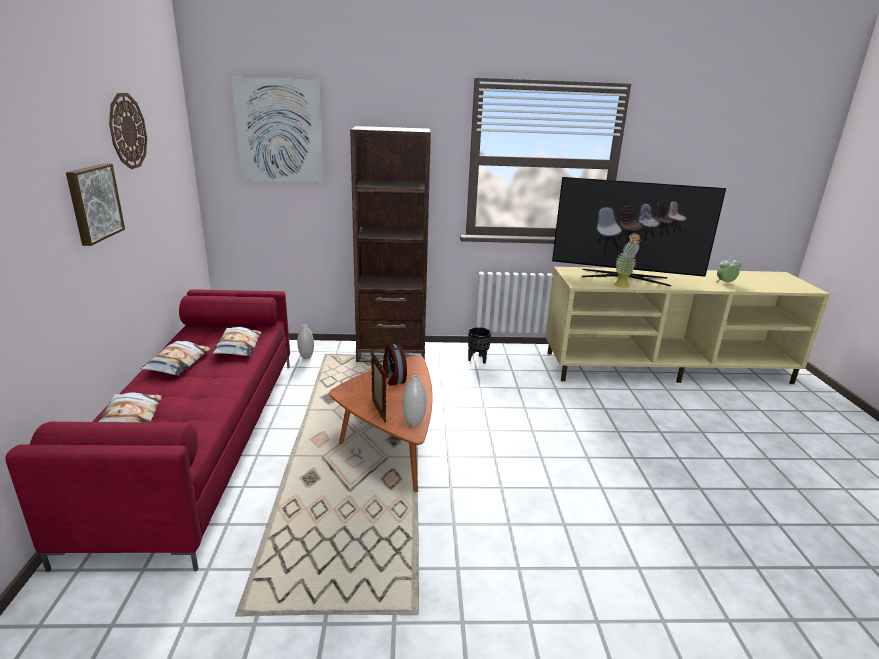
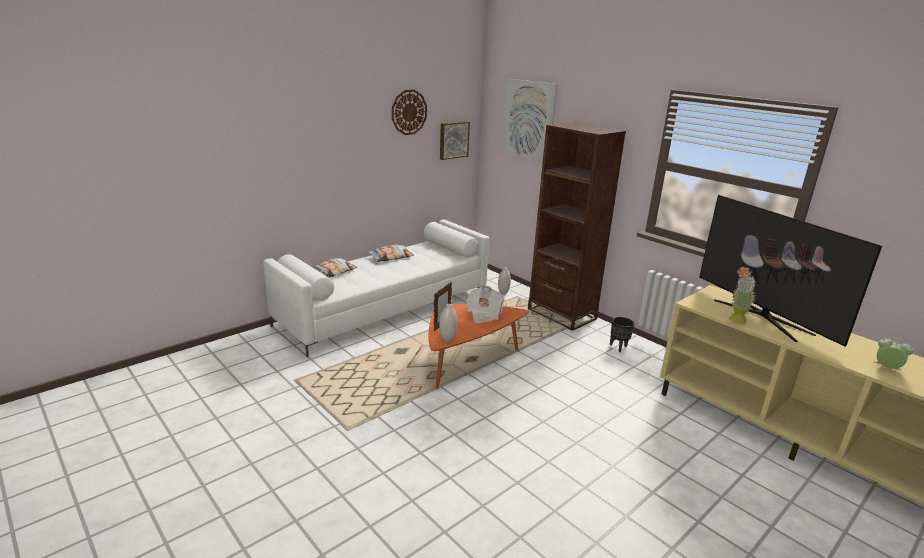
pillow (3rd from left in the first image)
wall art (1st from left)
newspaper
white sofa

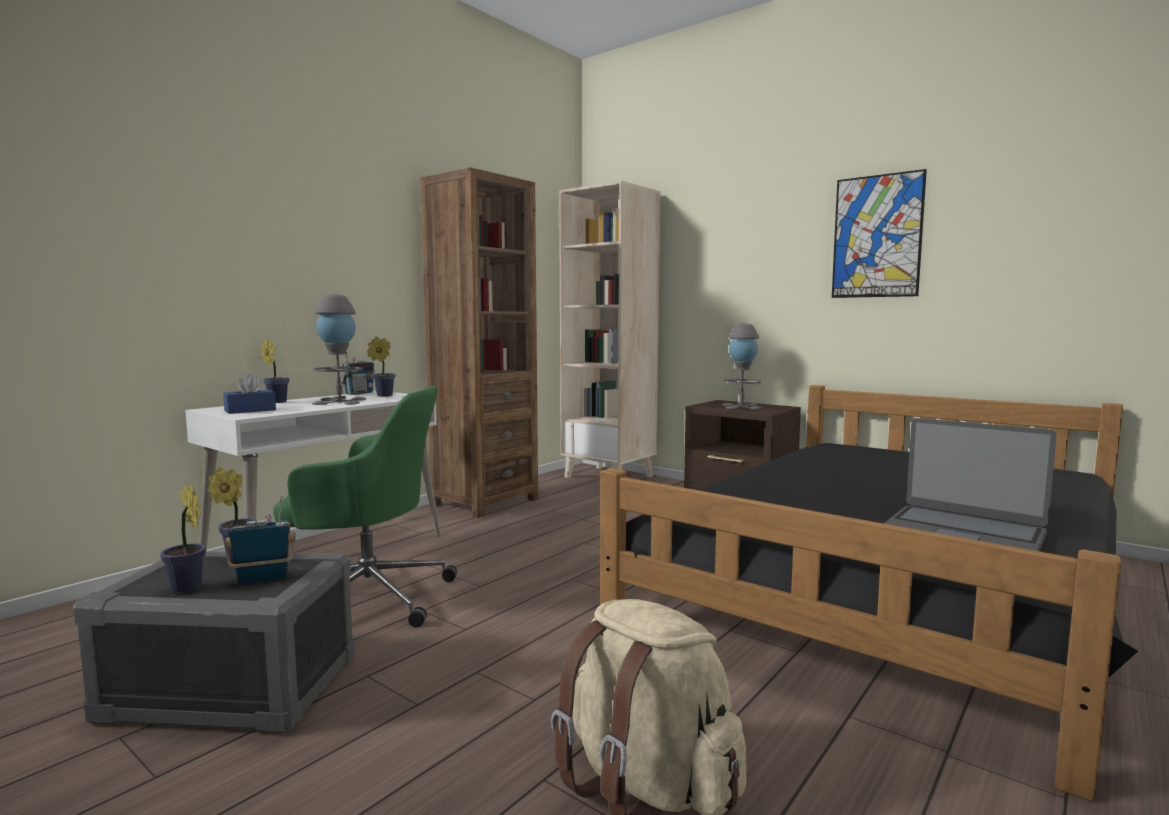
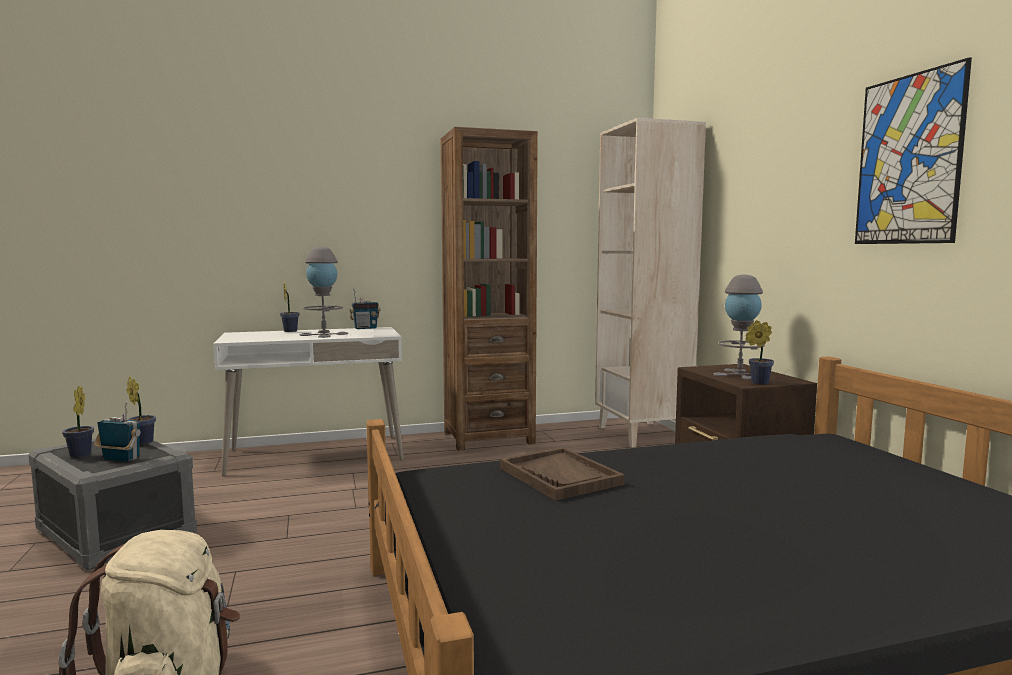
bluish tissue holder
green desk chair
laptop
brown-coloured carrying tray
plant in a pot (4th from left)

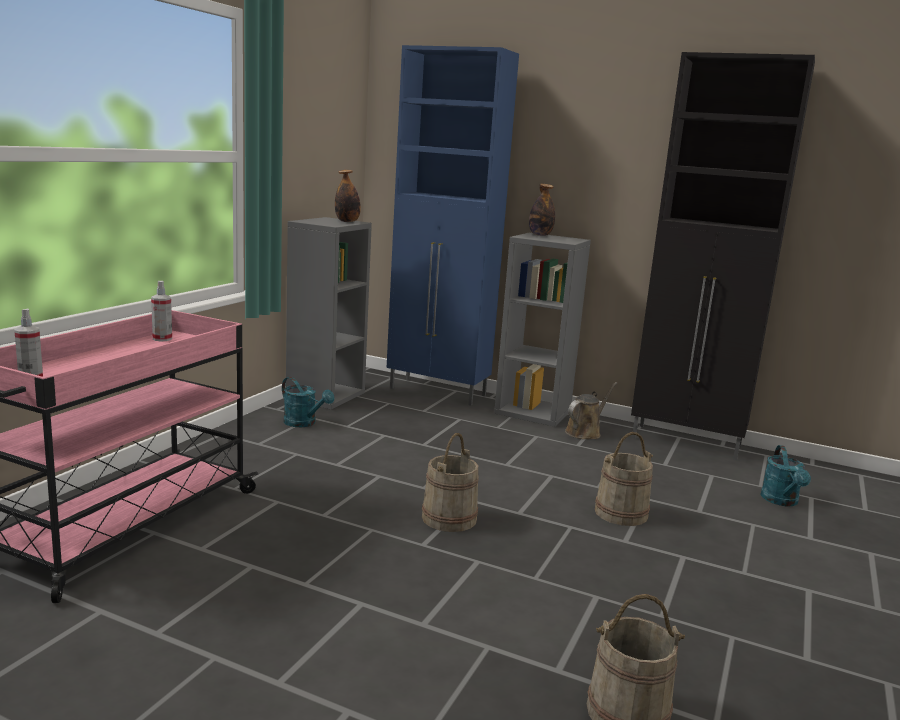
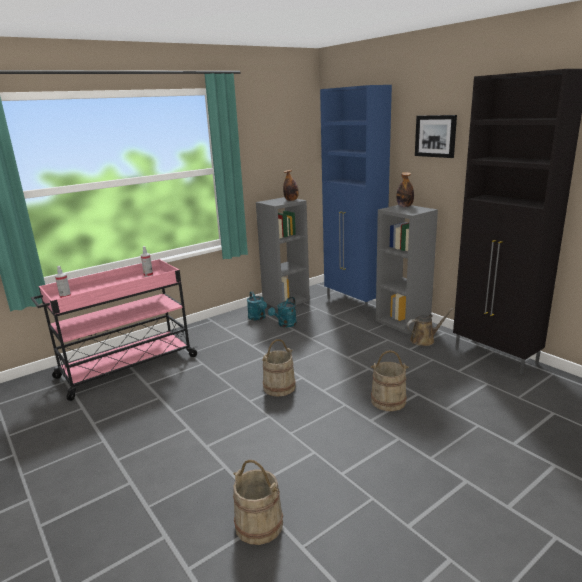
wall art
blue-green watering can (2nd from left)

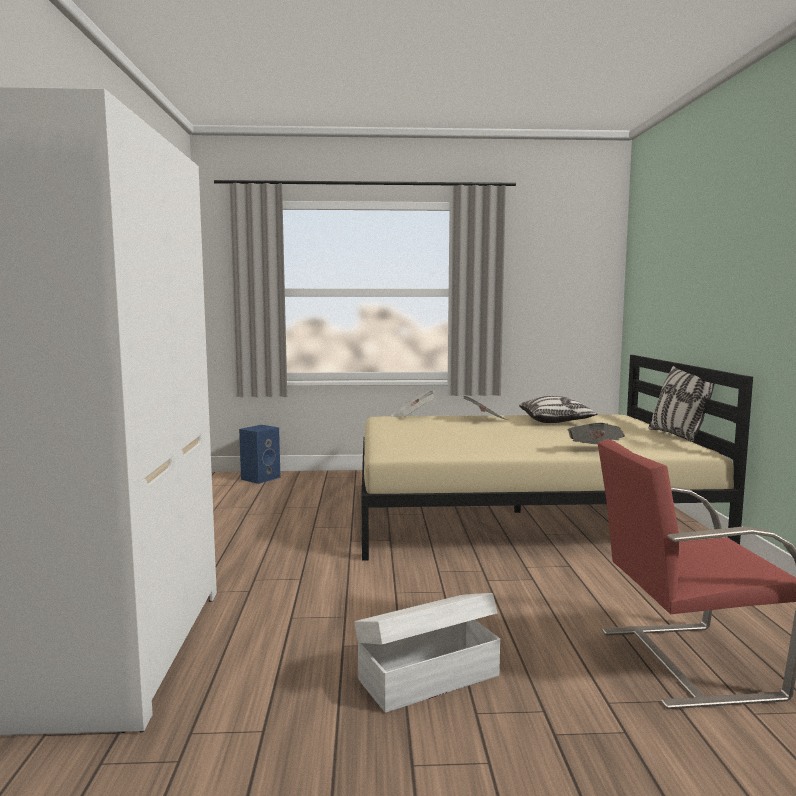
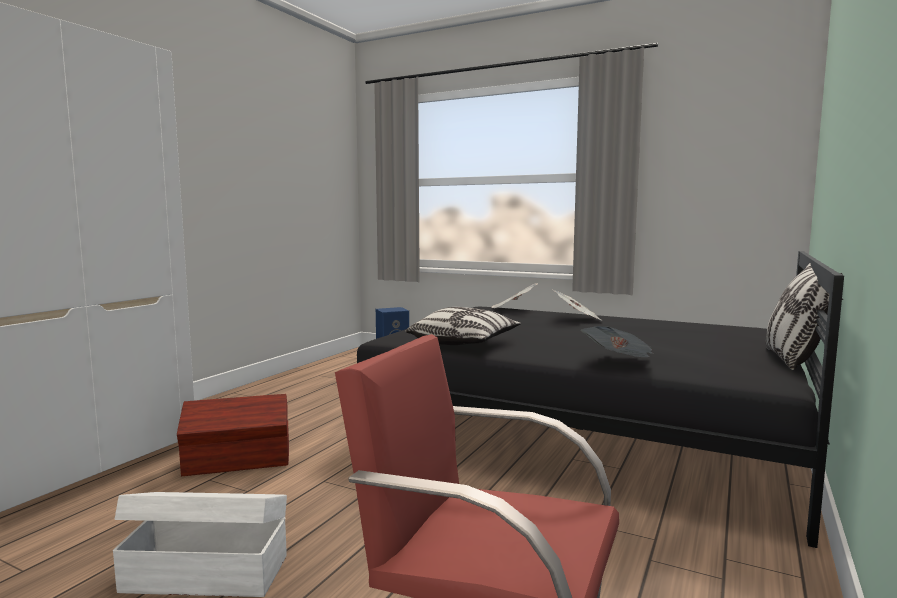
brown-coloured storage bin
pillow (1st from left)
blackish bed

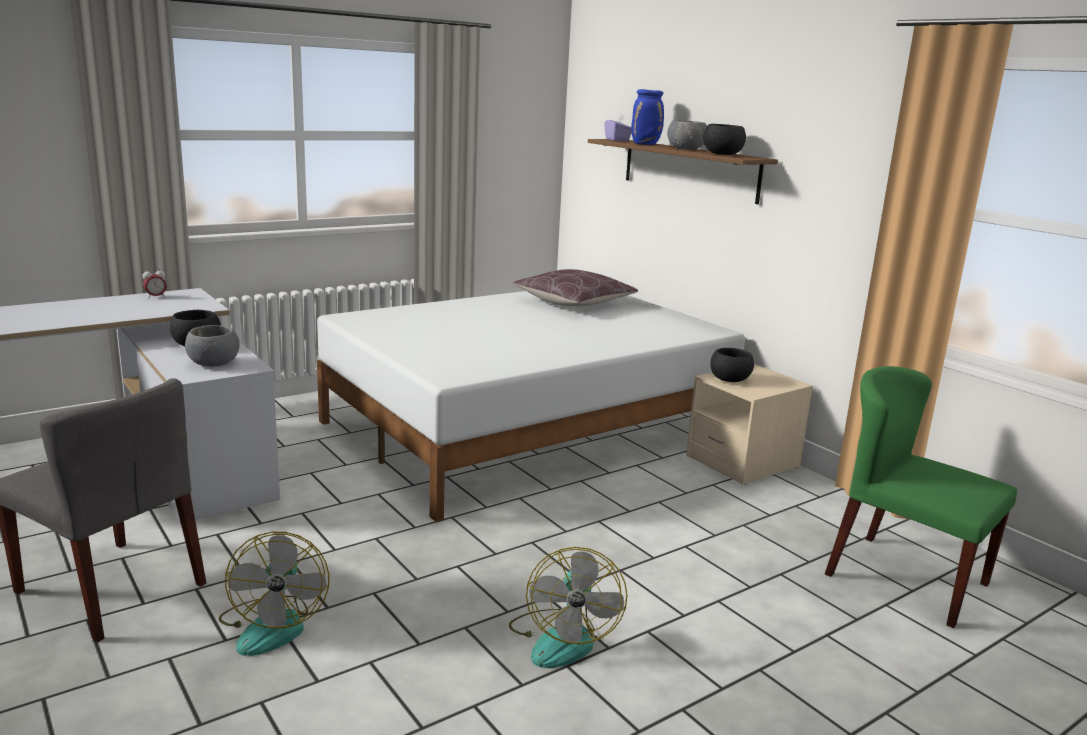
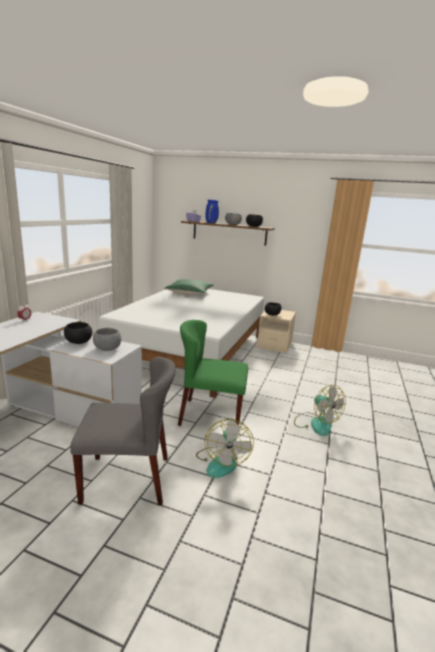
green plain chair
green pillow
cooling fan (1st from left)

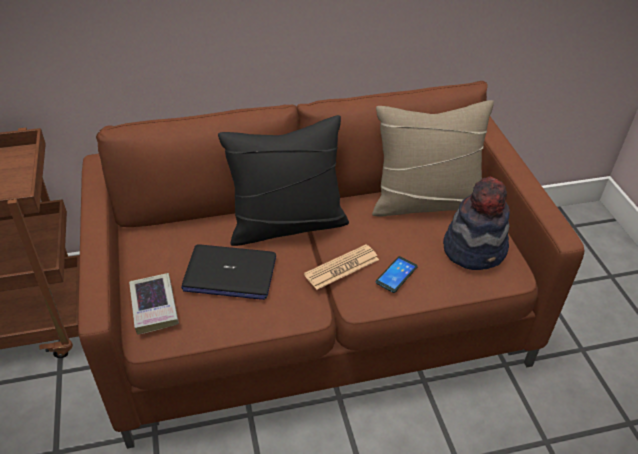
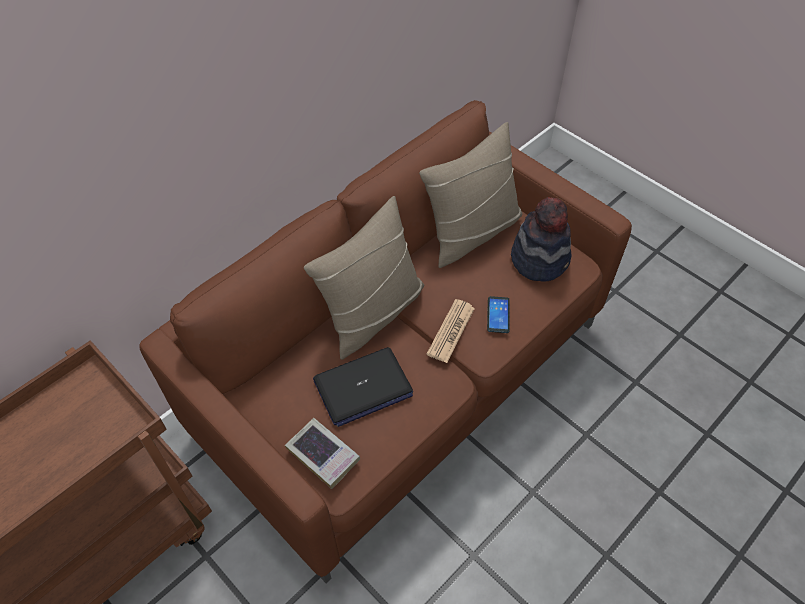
beige-coloured pillow (1st from left)

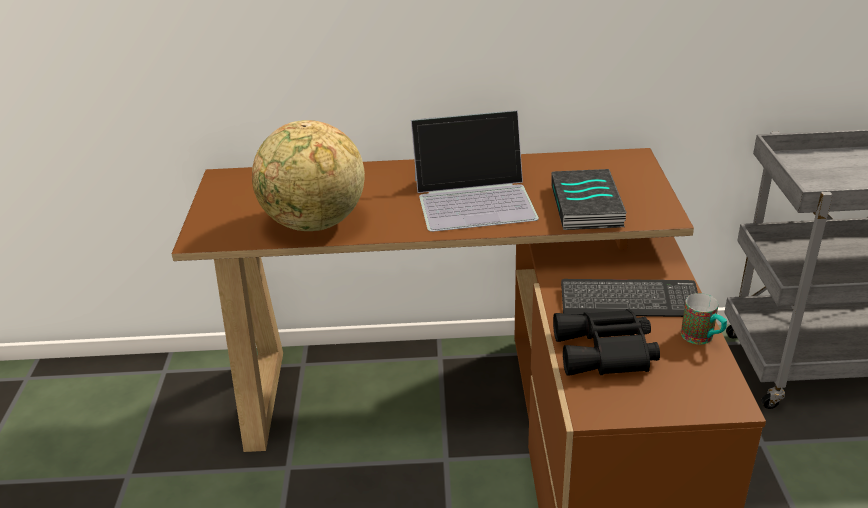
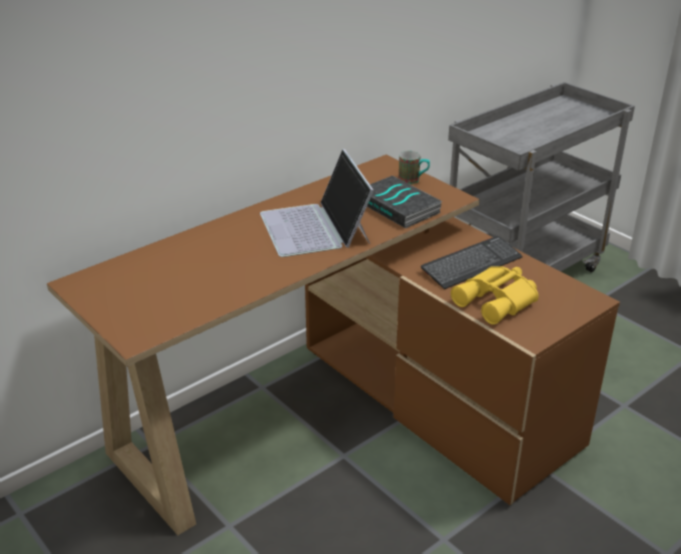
desk globe
tea mug
yellow pair of binoculars
laptop

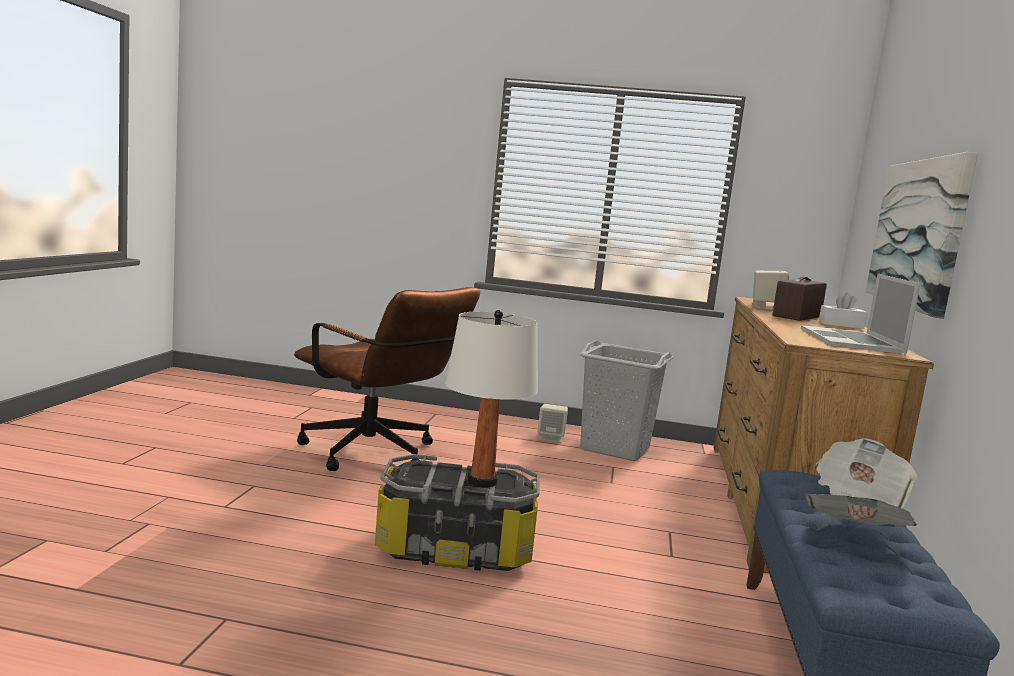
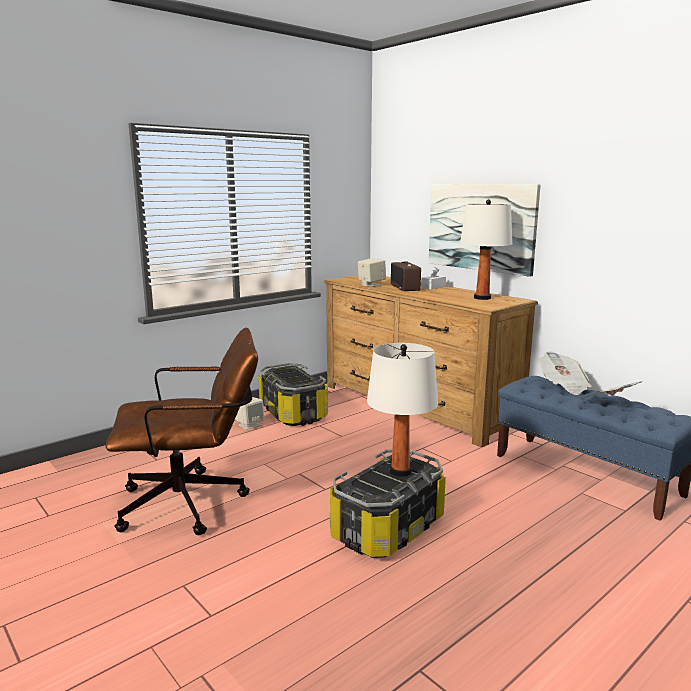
storage bin (1st from left)
white lamp for a table (2nd from left)

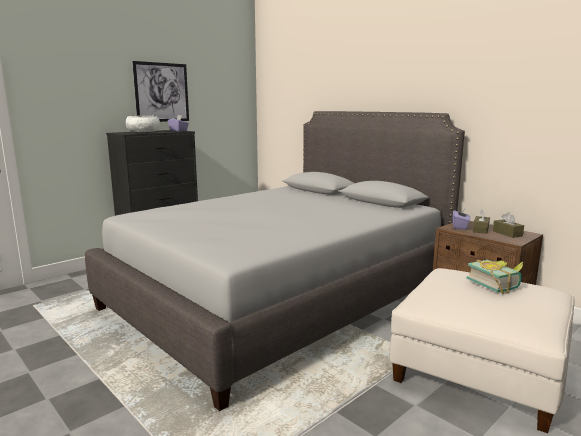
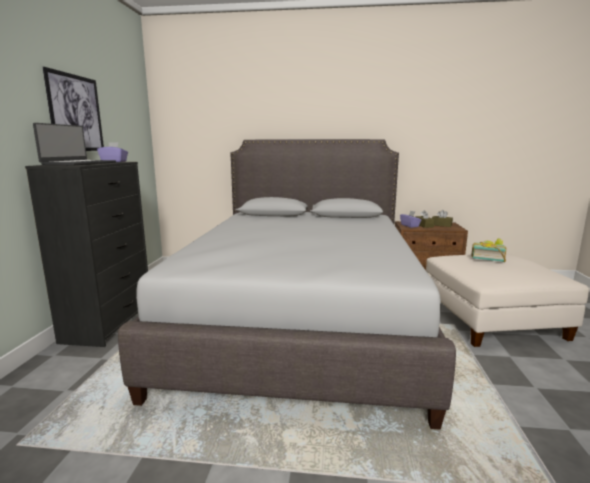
laptop

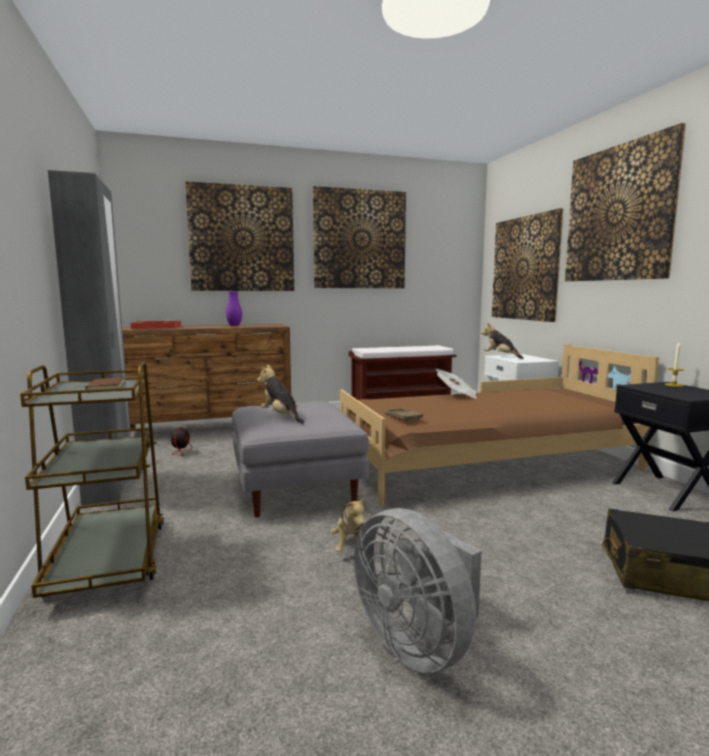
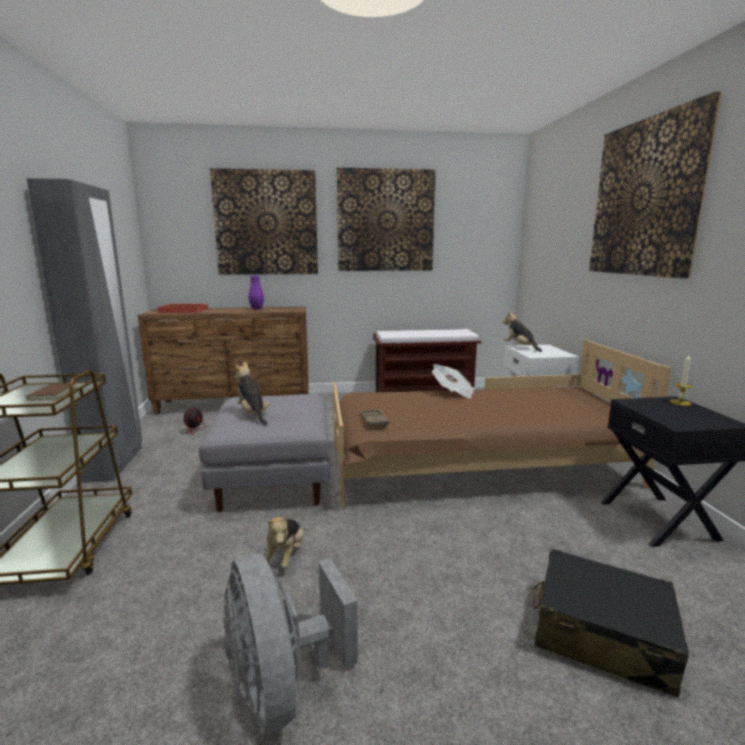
wall art (3rd from left in the first image)

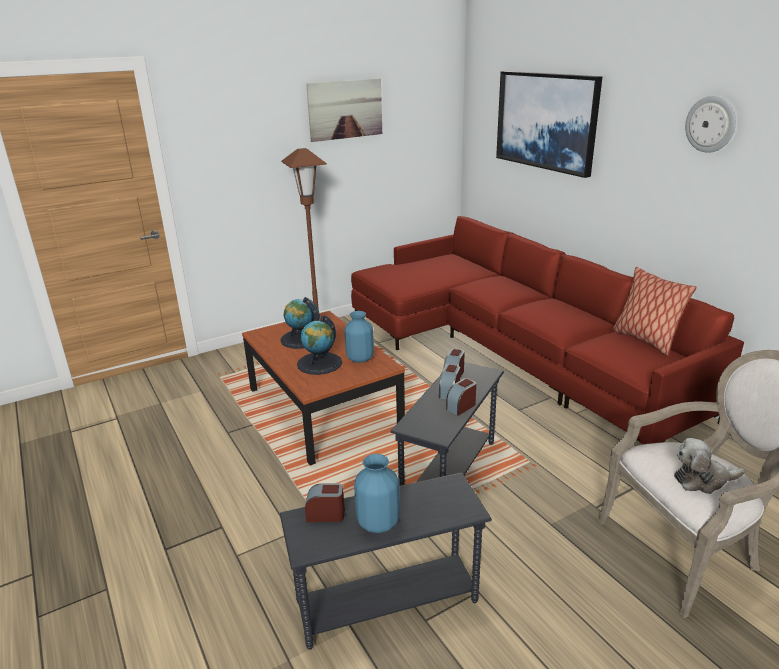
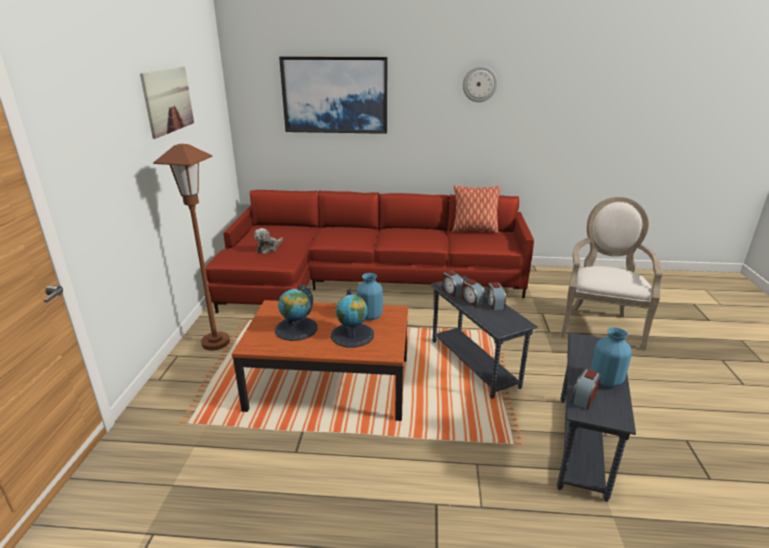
cuddly toy

